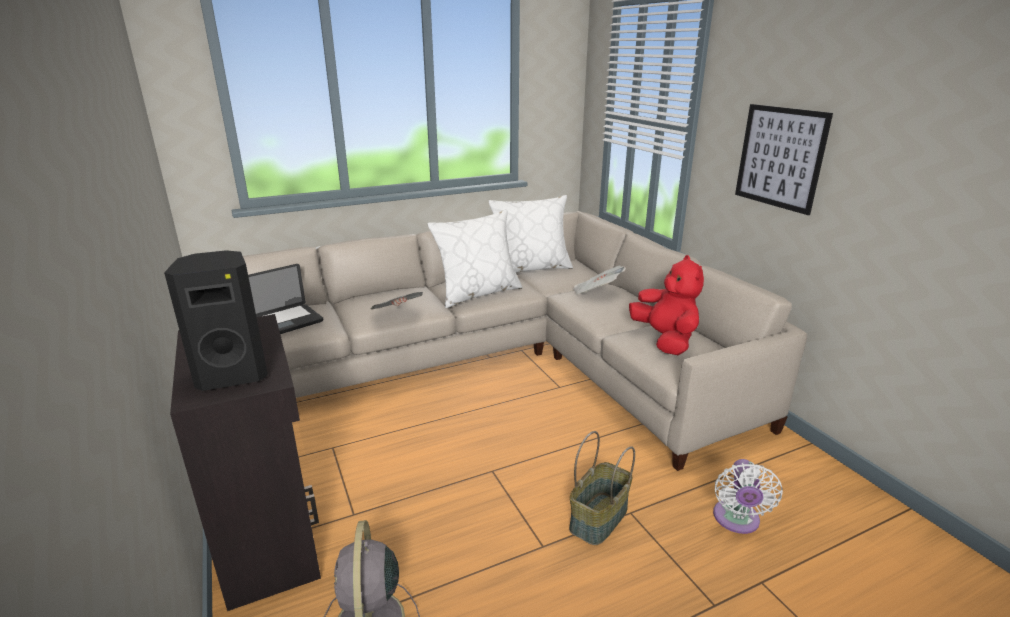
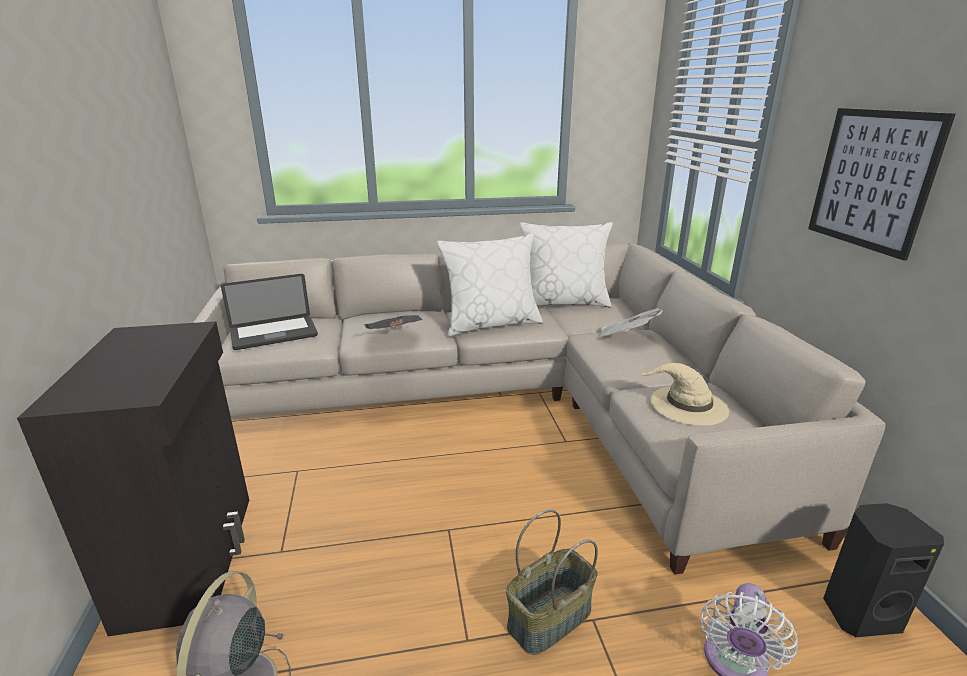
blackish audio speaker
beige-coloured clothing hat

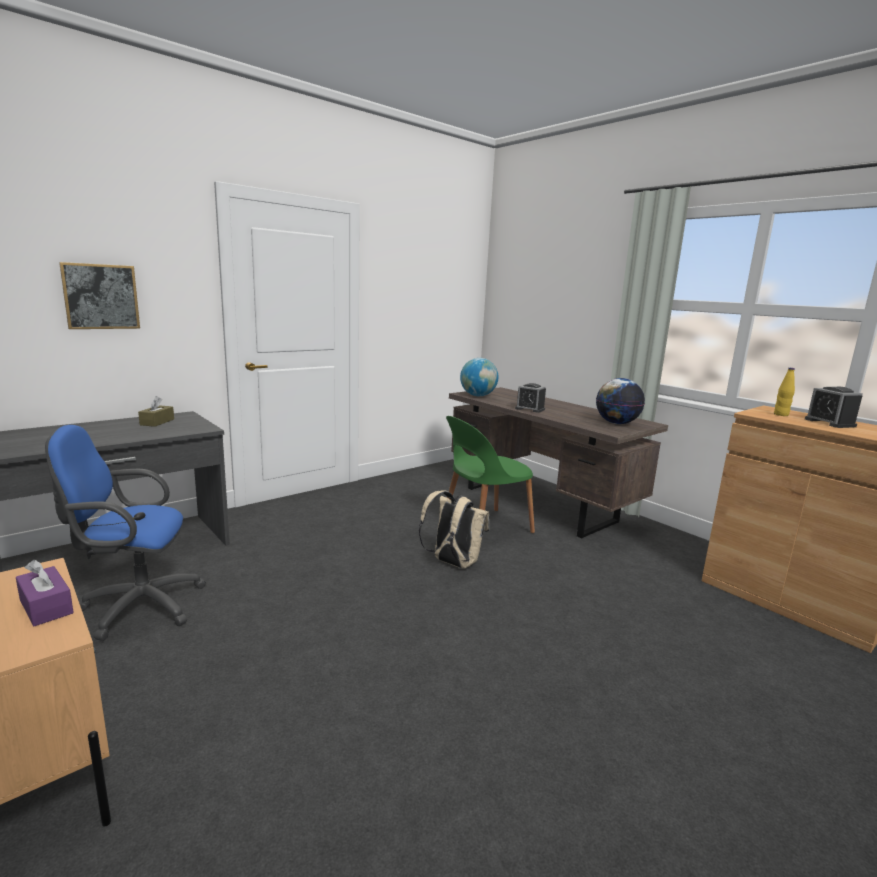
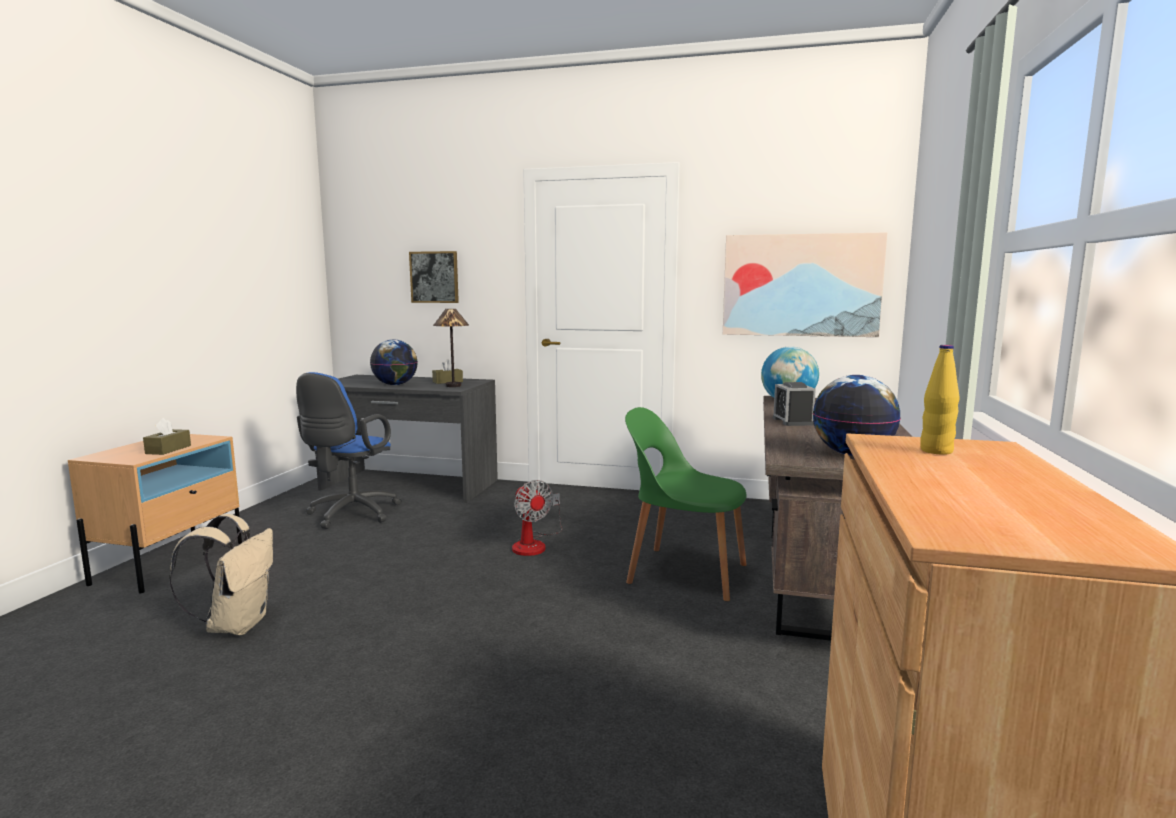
alarm clock (2nd from left in the first image)
desk globe (1st from left)
lamp for a table
cooling fan
wall art (2nd from left)
beige-coloured rucksack
brown-coloured tissue holder (1st from left)
bluish desk chair

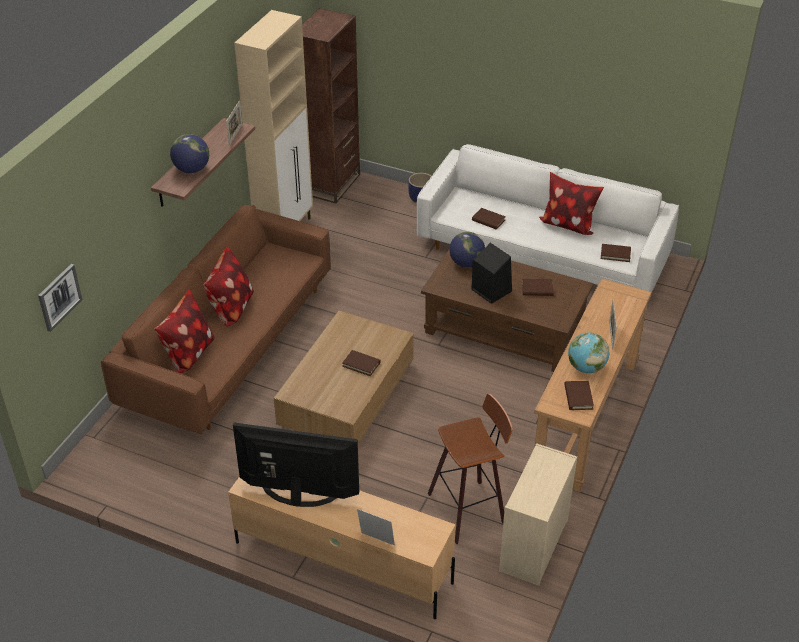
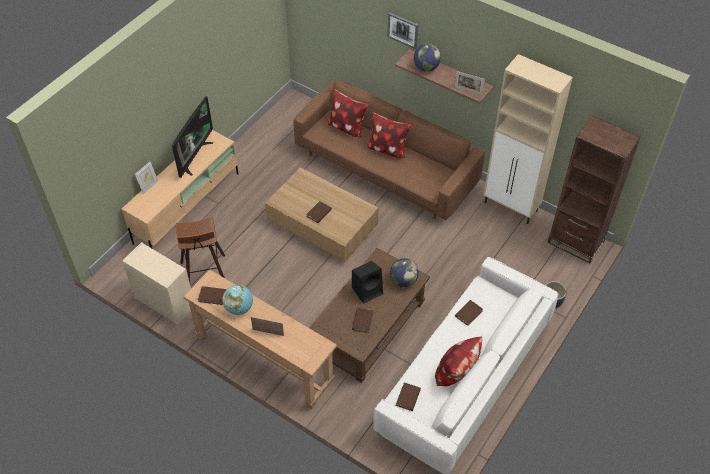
wall art

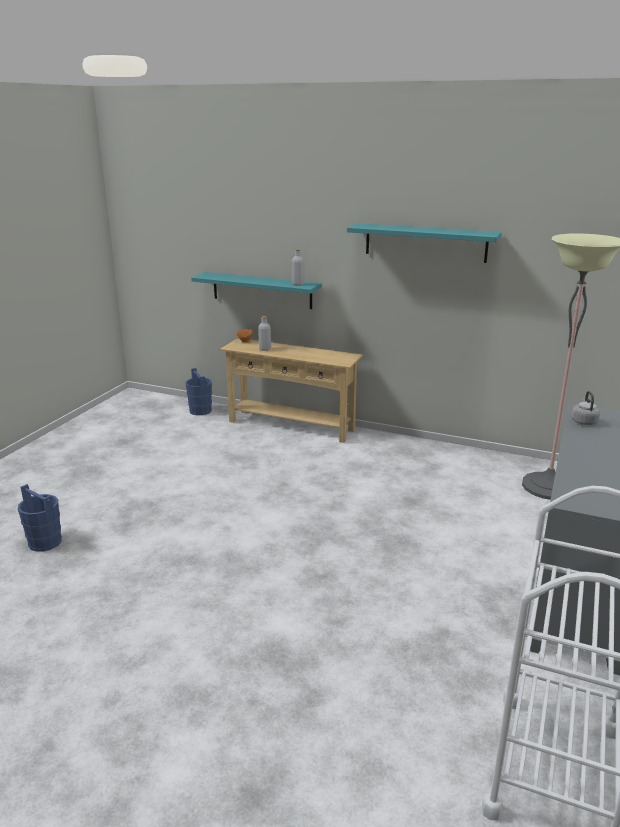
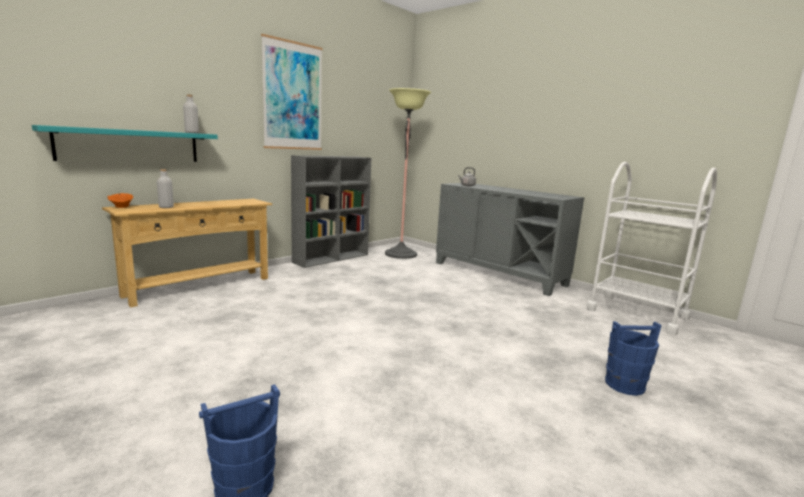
greyish bookshelf
bluish pail (2nd from left)
wall art

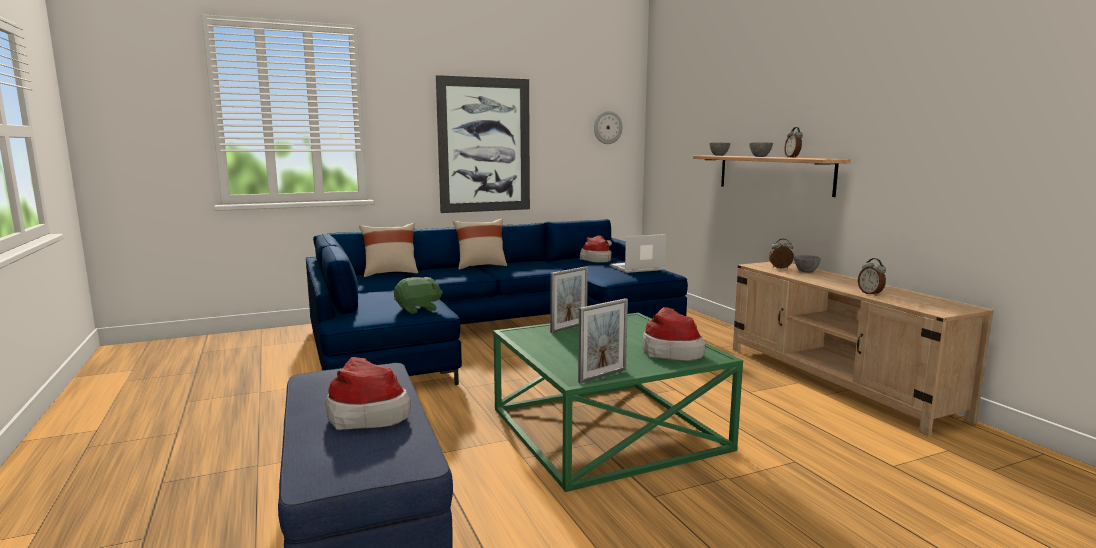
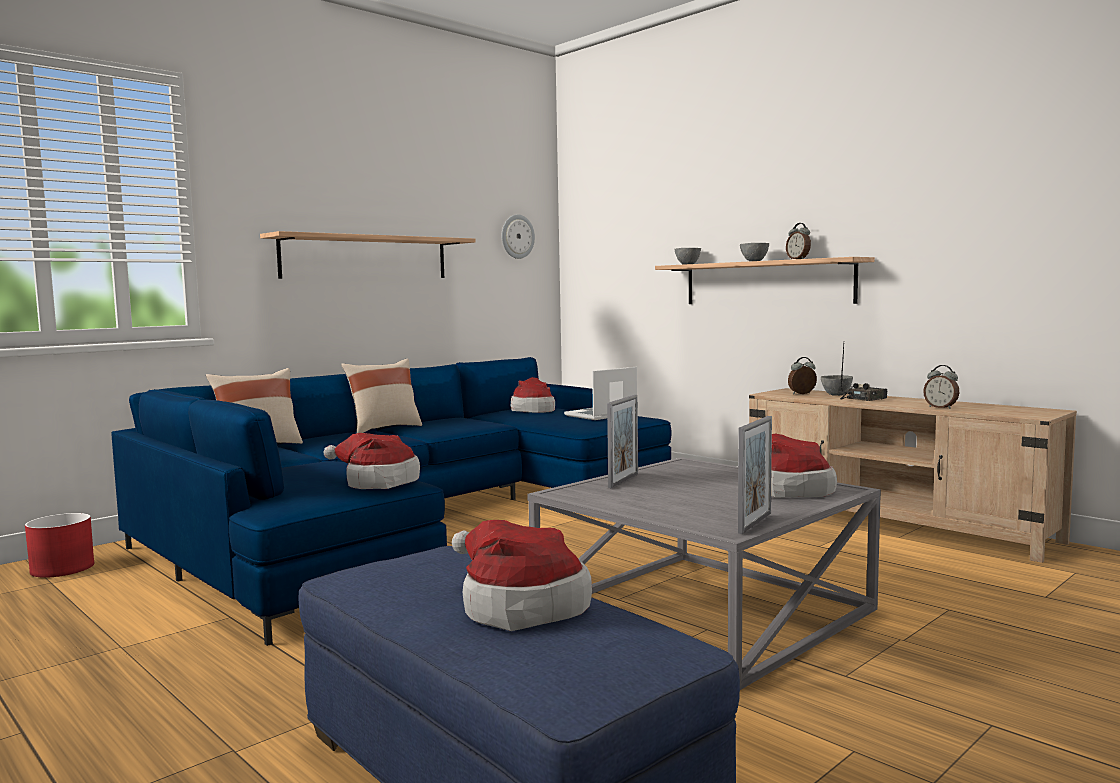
reddish plant pot
radio
clothing hat (1st from left)
bracket shelf (1st from left)
greyish low table

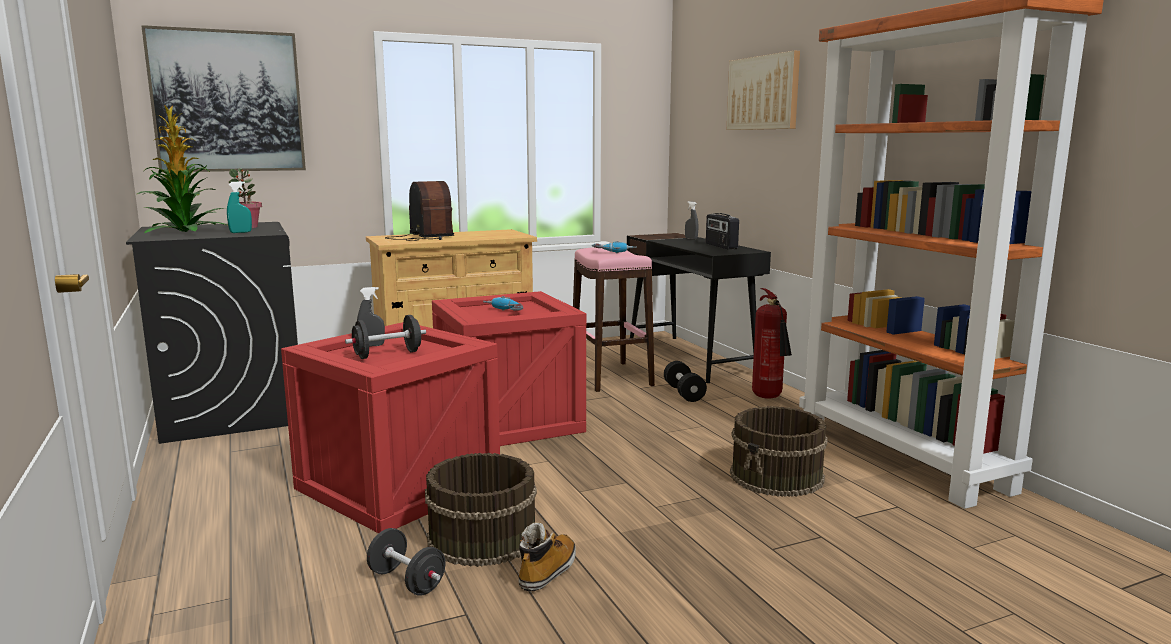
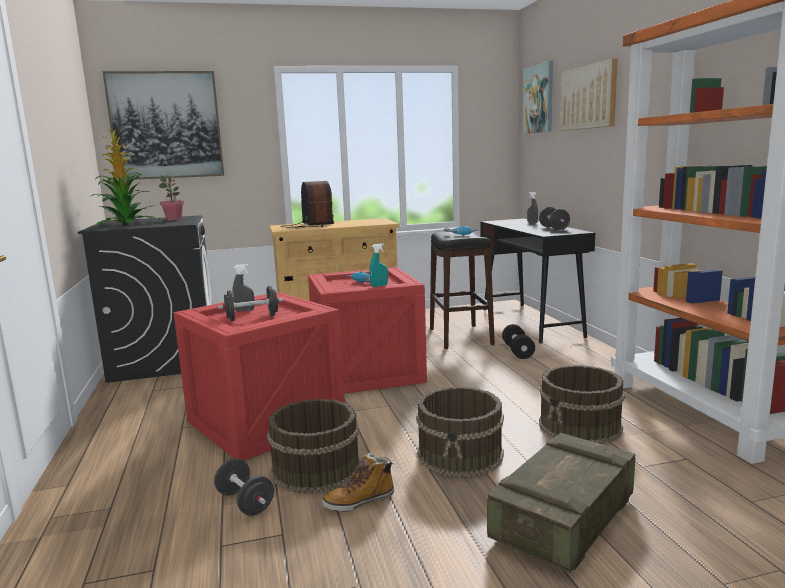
fire-fighting cylinder
brown-coloured pail (2nd from left)
shipping crate (3rd from left)
wall art (2nd from left)
blue-green hand sprayer
blackish dumbbell (4th from left)
blackish stool seat
high-top boot

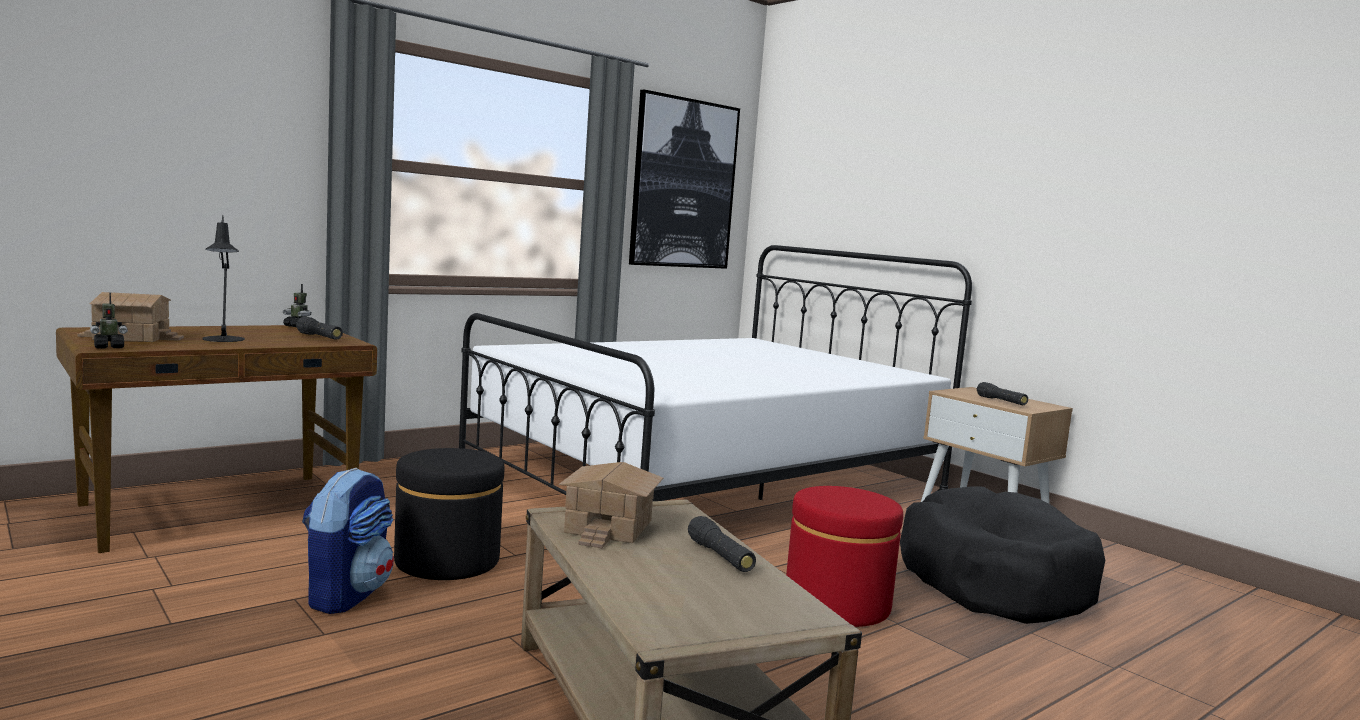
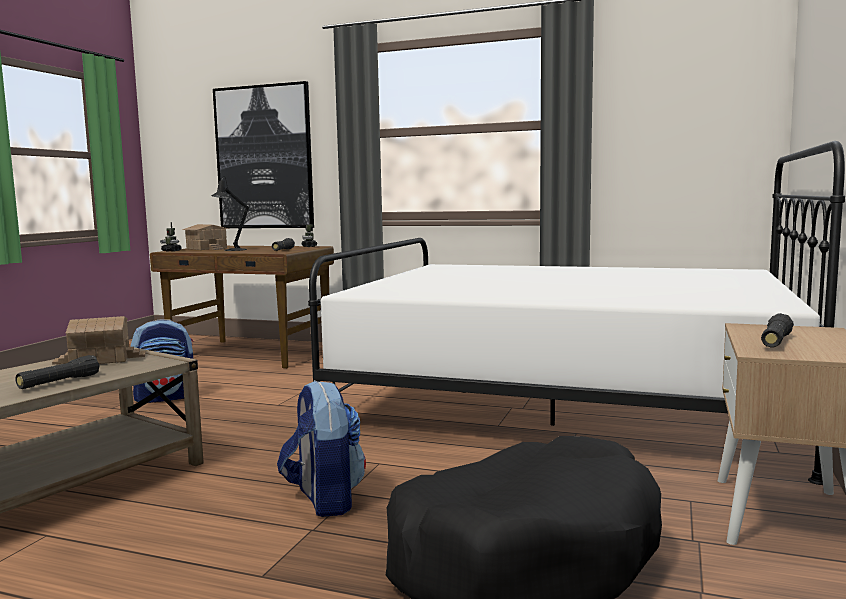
blackish footrest
wall art
rucksack (2nd from left)

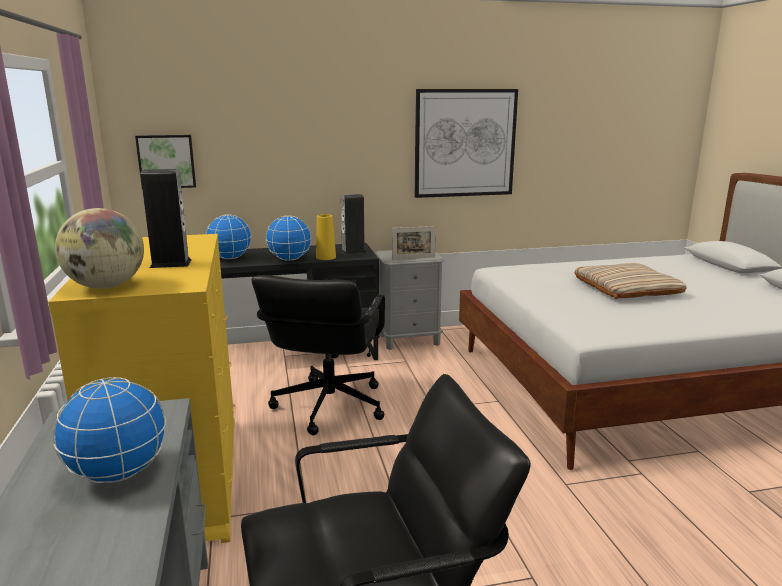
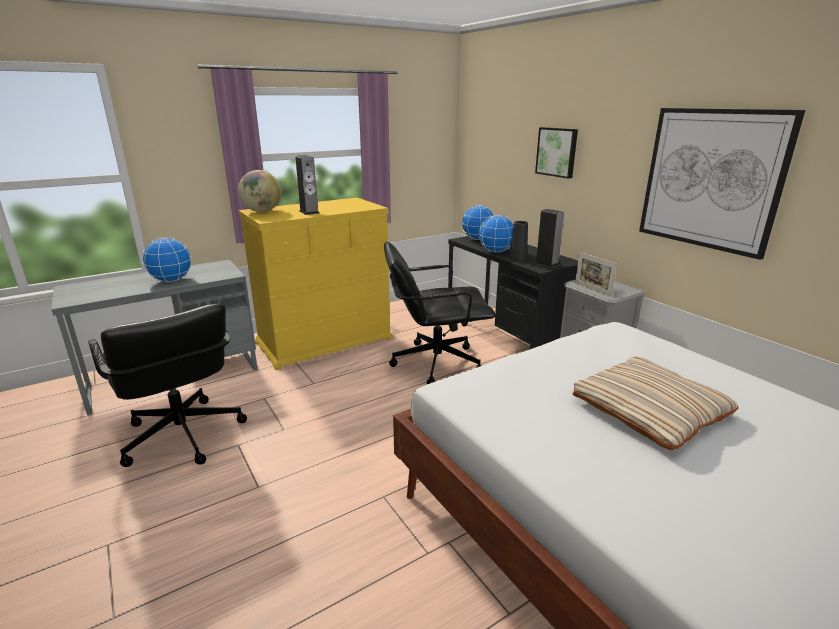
wall art (1st from left)
blackish flower vase

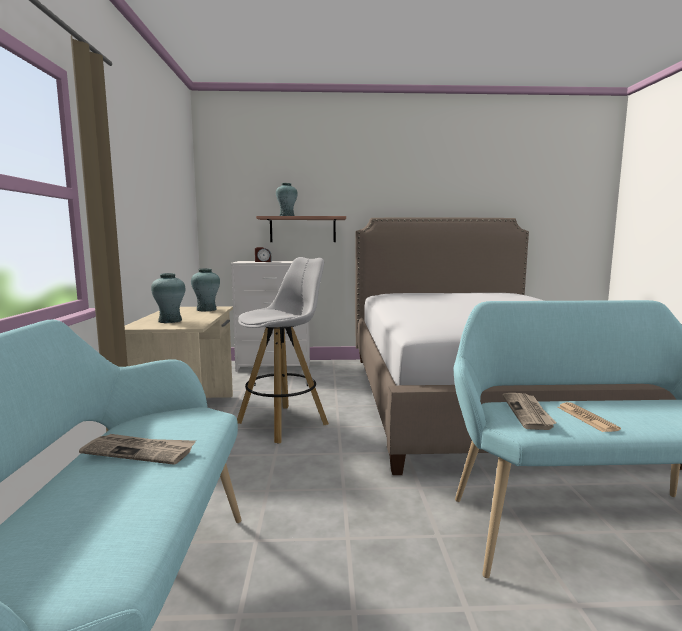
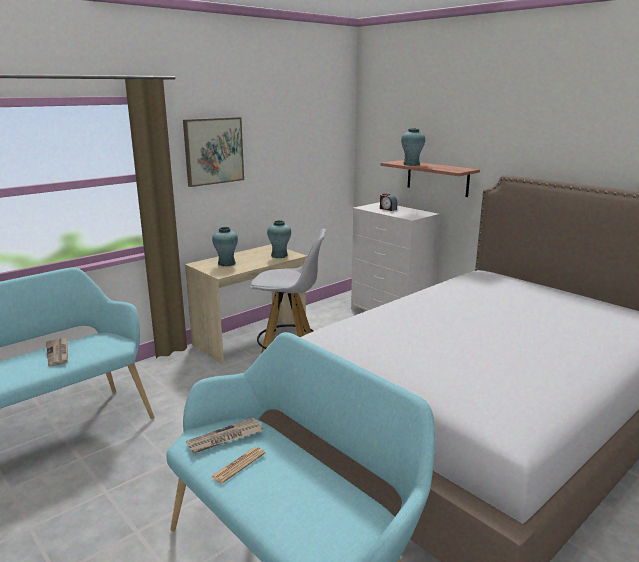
wall art

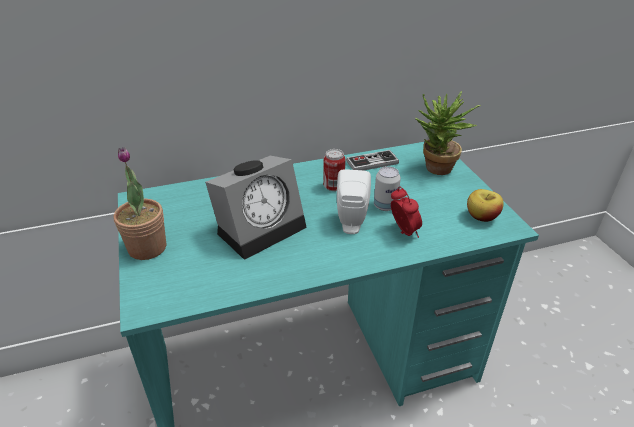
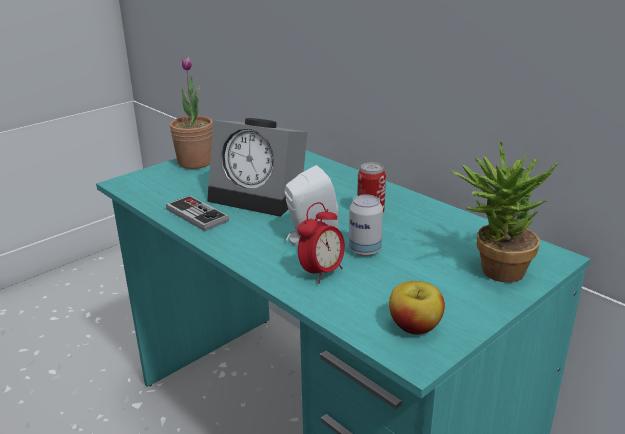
joypad

